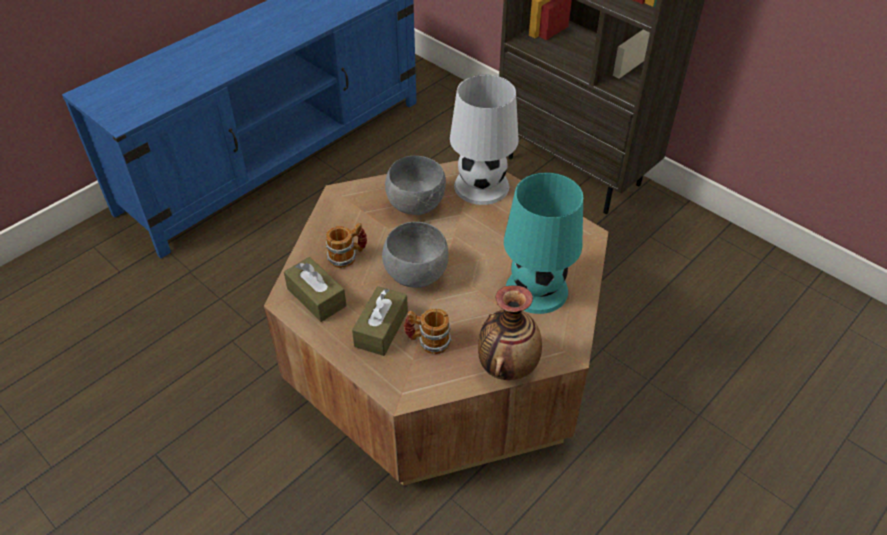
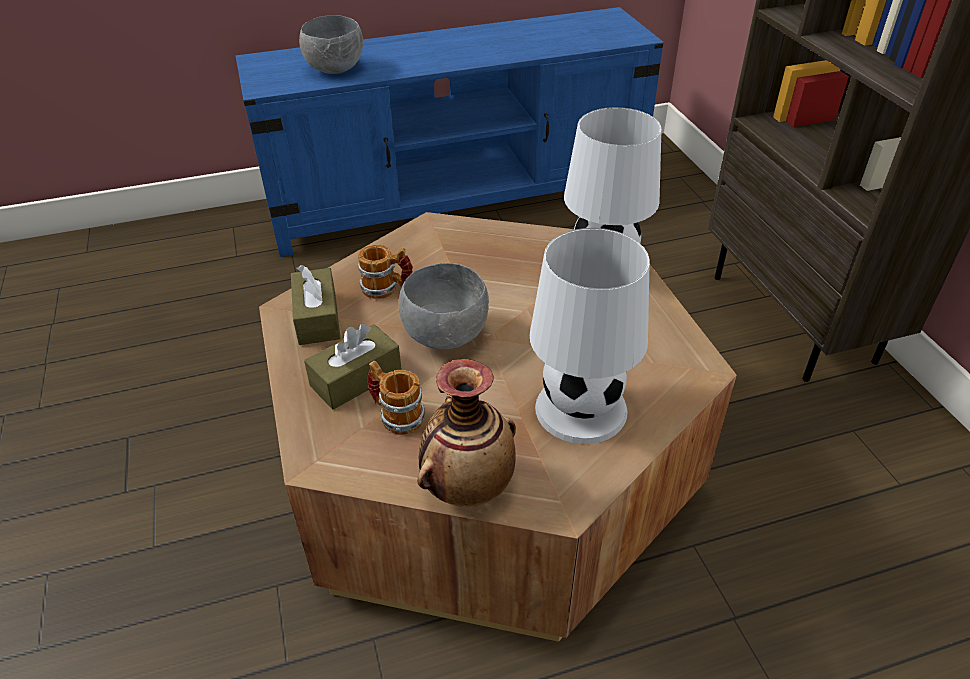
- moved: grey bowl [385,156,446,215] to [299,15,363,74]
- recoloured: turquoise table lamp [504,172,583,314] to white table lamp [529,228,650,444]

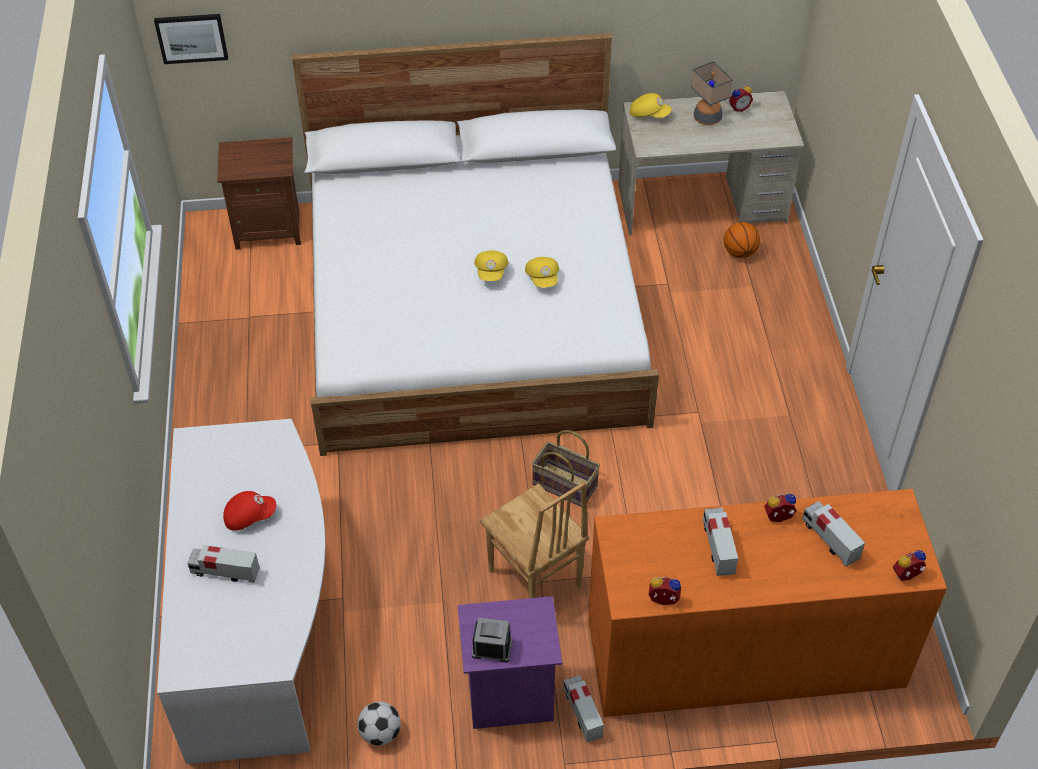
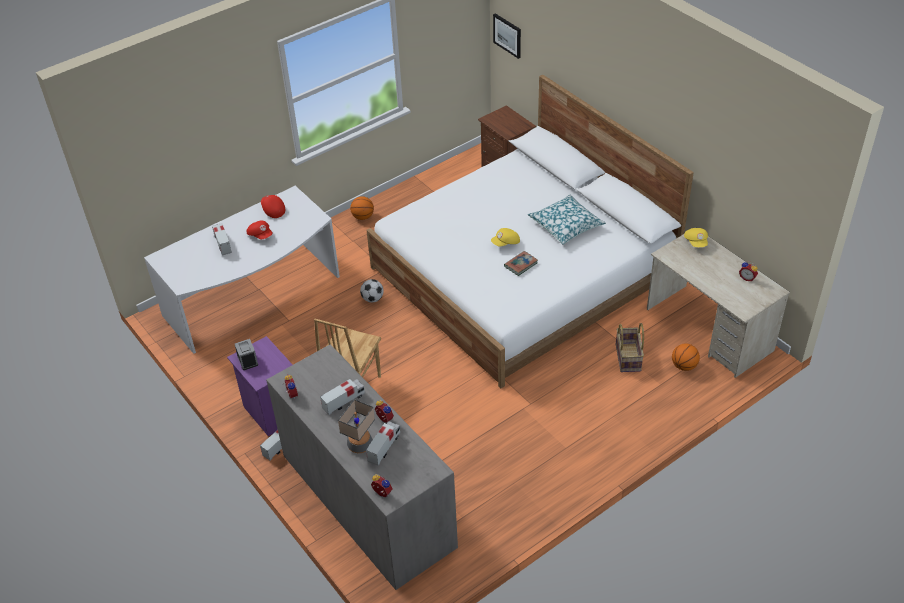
- moved: table lamp [691,61,733,125] to [338,399,375,453]
- replaced: yellow cap [525,257,559,288] to book [504,251,538,276]
- moved: basket [531,430,600,507] to [616,323,644,372]
- recoloured: orange dresser [588,489,947,717] to grey dresser [266,344,458,590]
- moved: football [358,701,401,746] to [360,279,384,303]
- added: red cap [261,195,285,218]
- added: pillow [528,195,606,245]
- added: basketball [350,196,374,220]

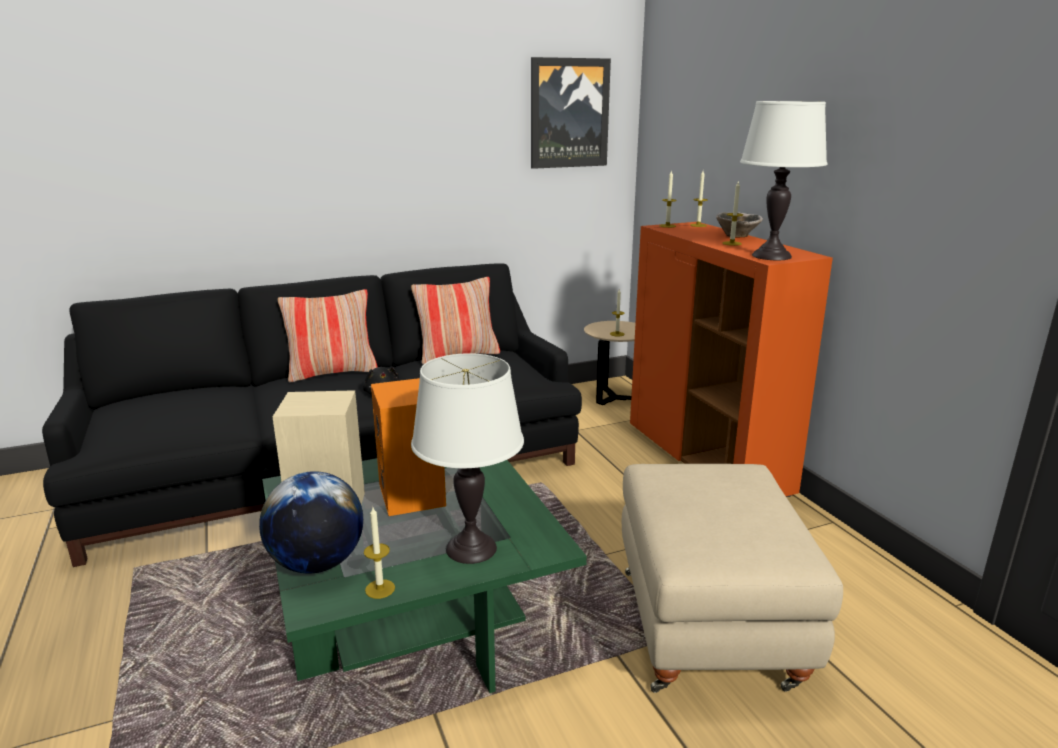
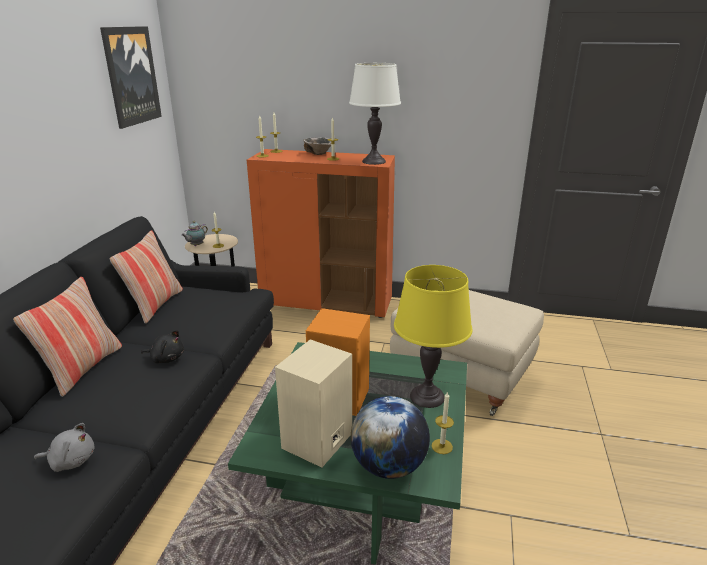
- recoloured: white table lamp [411,353,524,564] to yellow table lamp [394,265,472,408]
- added: teapot [181,221,208,246]
- added: grey plush toy [34,423,94,472]

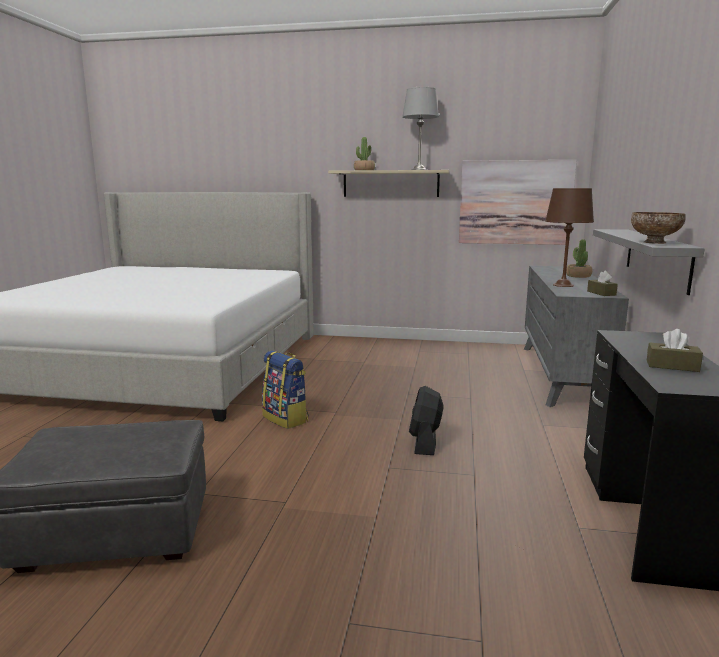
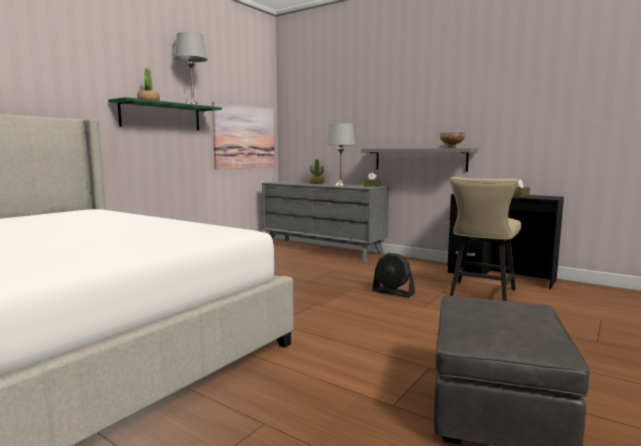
- recoloured: beige shelf [328,170,449,197] to green shelf [108,97,222,131]
- recoloured: brown table lamp [545,188,594,287] to grey table lamp [326,123,356,187]
- removed: backpack [262,350,309,429]
- added: beige chair [449,177,521,301]

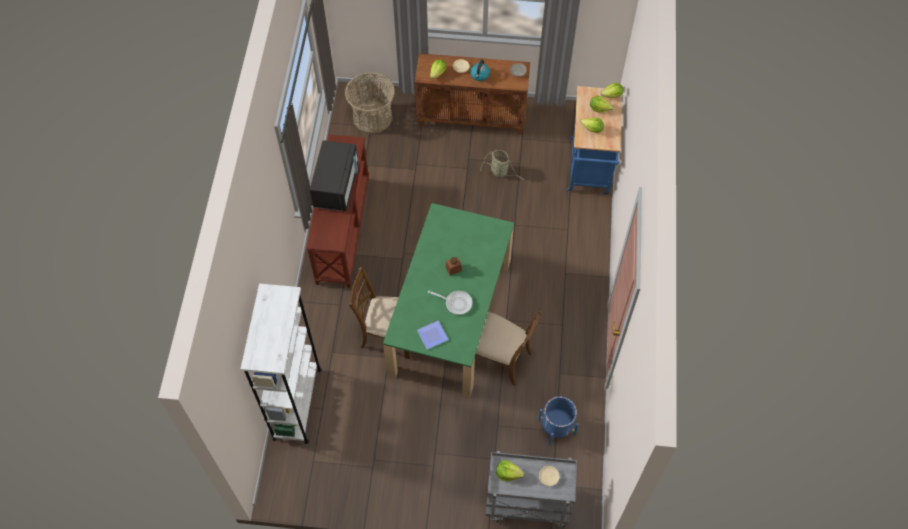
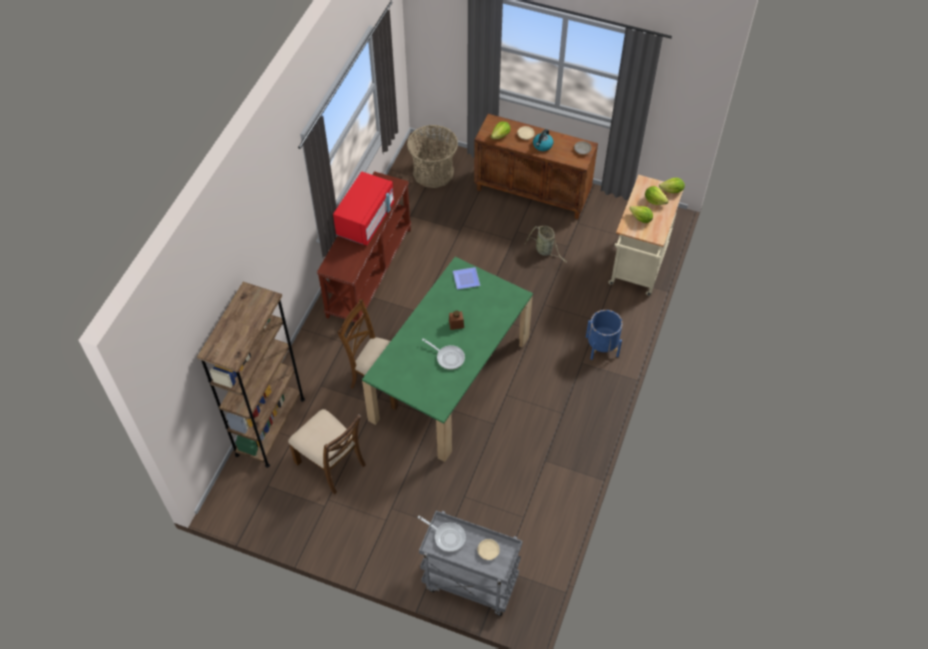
- recoloured: blue cart [567,86,622,195] to beige cart [608,175,683,296]
- recoloured: black microwave [310,140,358,211] to red microwave [333,171,394,245]
- recoloured: white bookcase [241,283,322,444] to brown bookcase [197,282,305,468]
- moved: brown chair [476,310,543,386] to [288,409,366,495]
- moved: plate [417,321,449,349] to [453,267,480,289]
- moved: blue planter [538,396,579,445] to [586,310,623,360]
- replaced: lettuce [496,460,524,481] to frying pan [417,516,466,552]

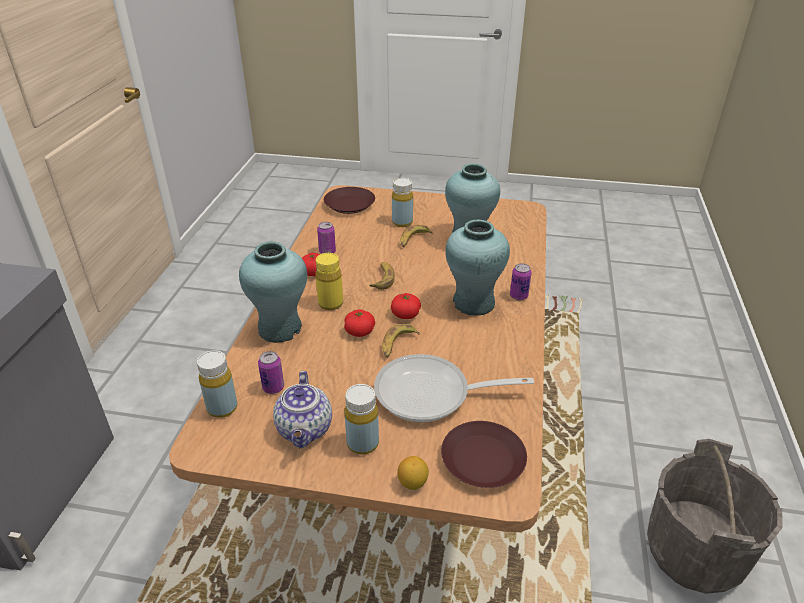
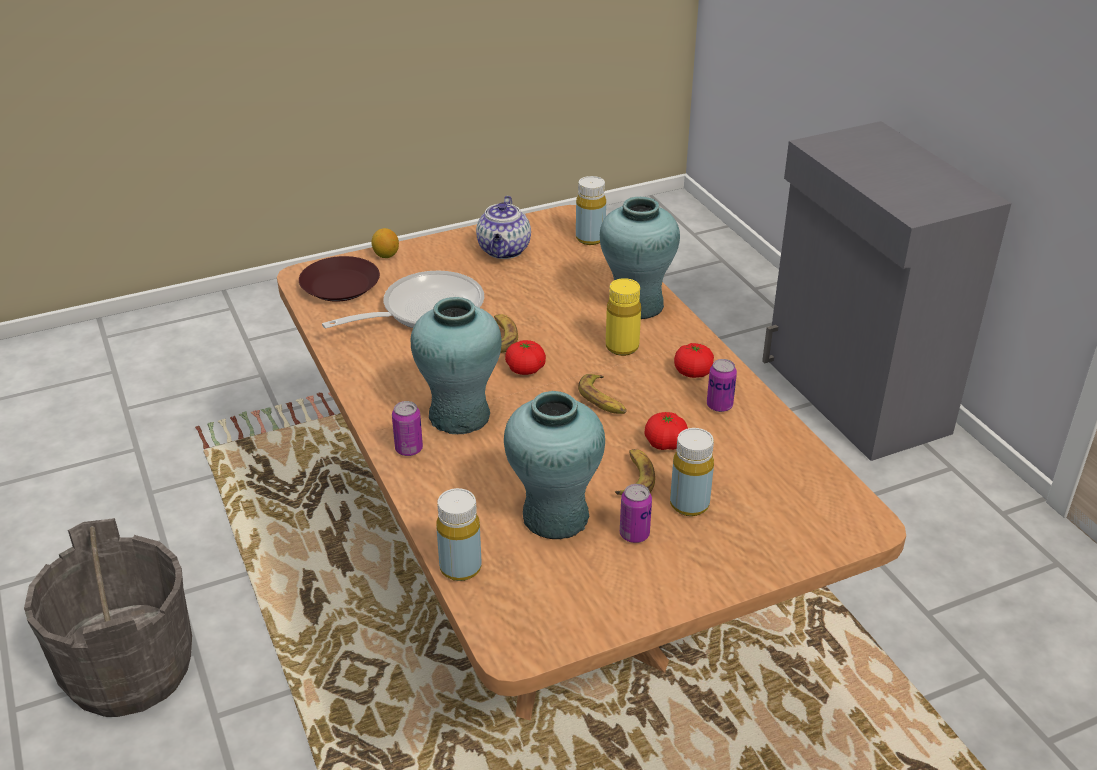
- removed: brown plate [324,187,375,214]
- moved: tomato [344,309,375,337] to [645,412,688,450]
- moved: can [258,351,284,394] to [620,484,652,543]
- turned: teapot [273,371,332,448] = [476,196,531,259] 135 degrees counterclockwise
- moved: yellow bottle [344,384,379,454] to [436,488,482,581]

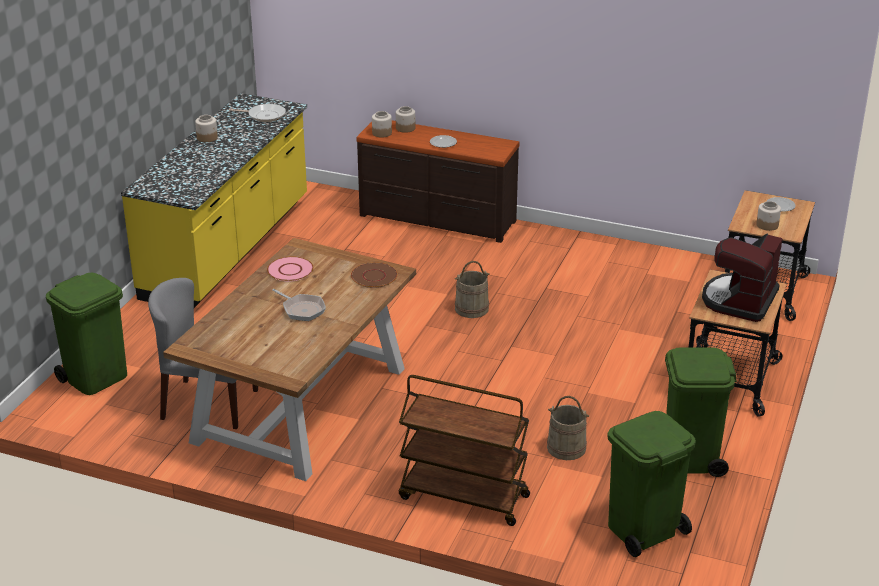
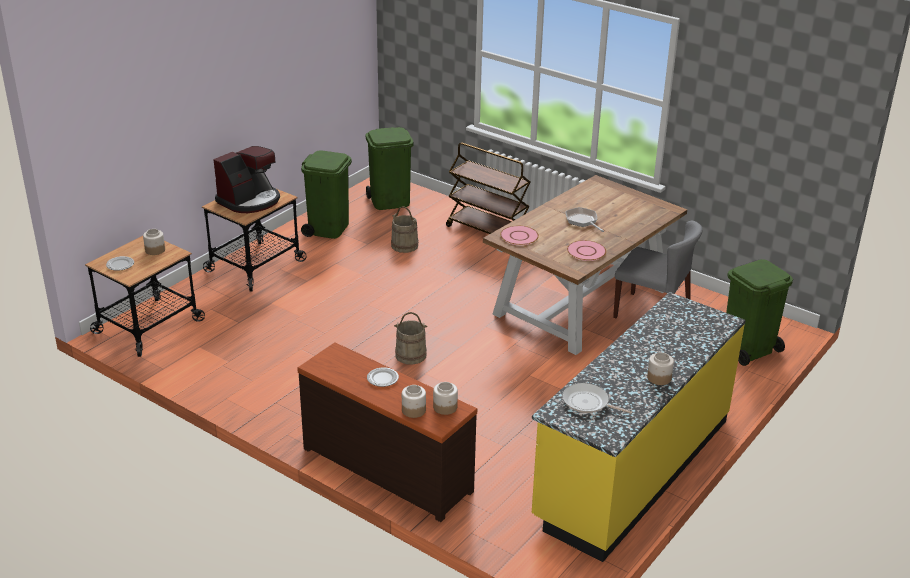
- recoloured: brown plate [351,262,398,288] to pink plate [500,226,539,245]

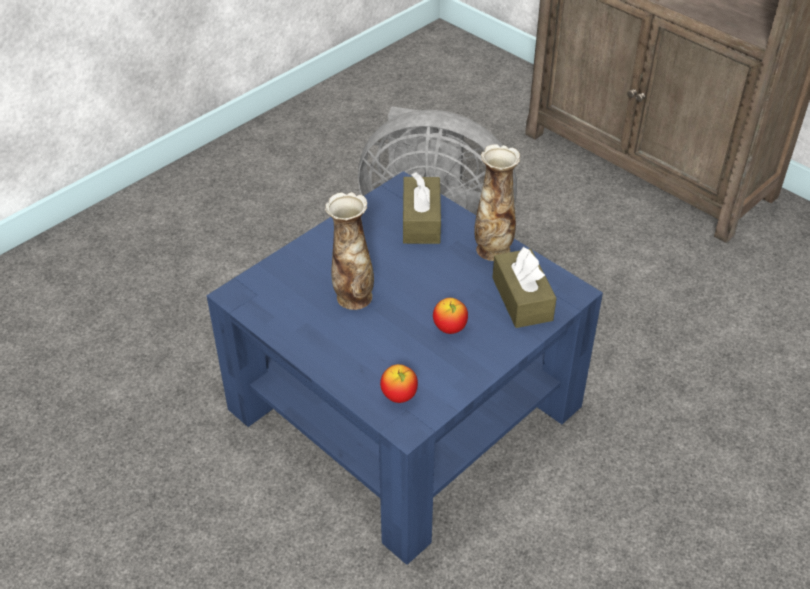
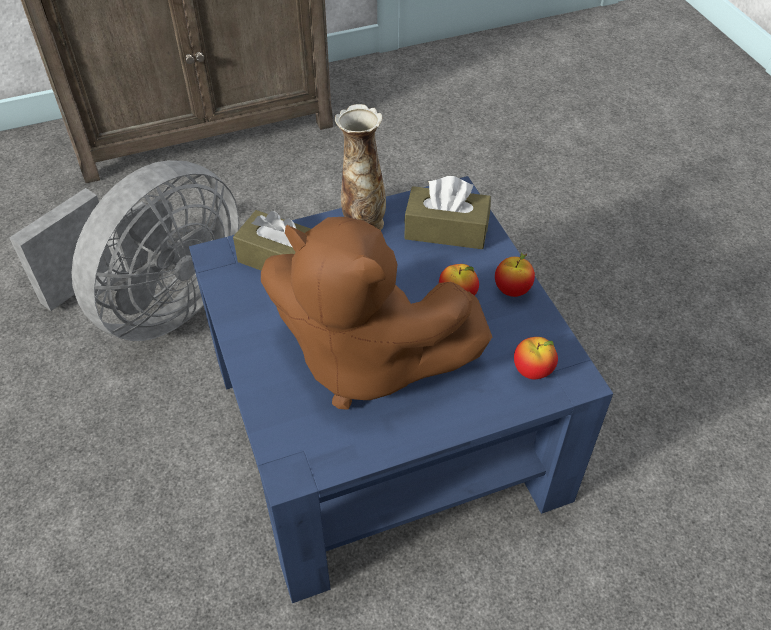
- replaced: vase [325,192,374,310] to brown plush toy [261,217,492,410]
- added: apple [495,253,535,297]

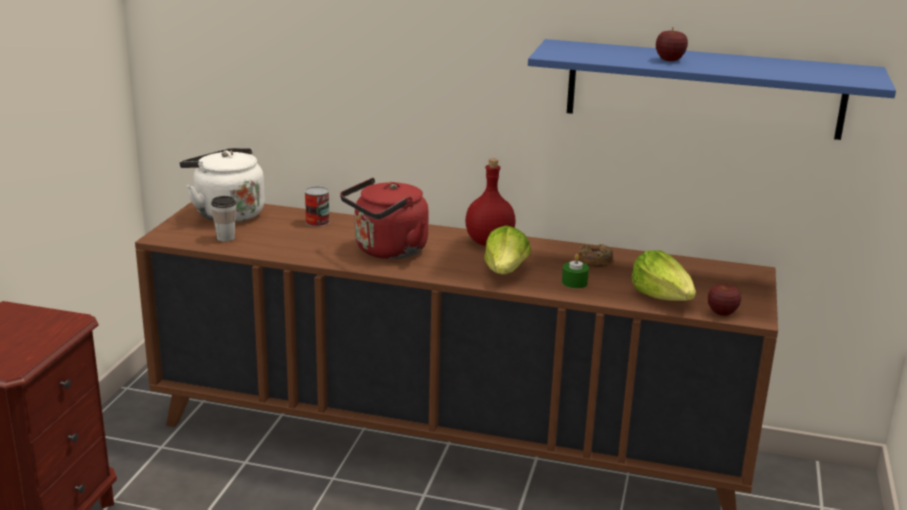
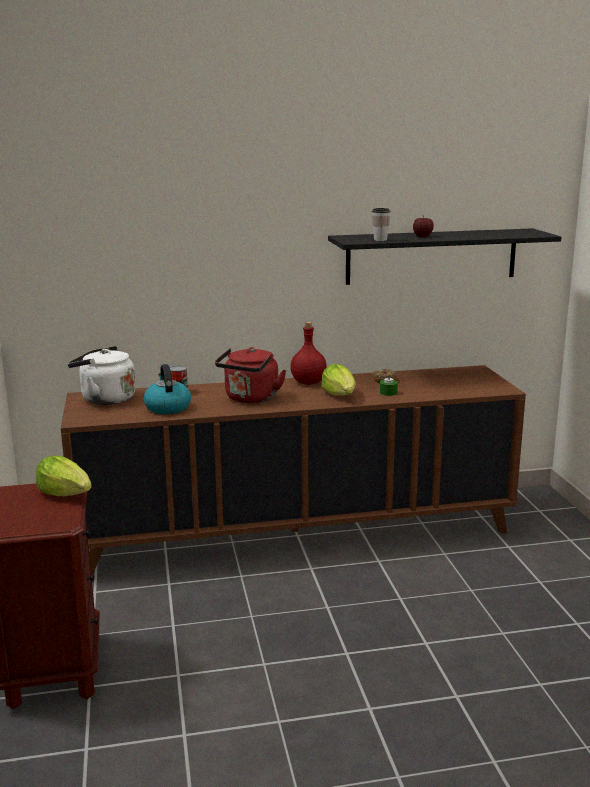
- recoloured: blue shelf [528,39,896,140] to black shelf [328,228,561,285]
- moved: cup [211,196,236,242] to [372,208,391,241]
- moved: lettuce [631,250,696,301] to [36,455,92,496]
- removed: apple [708,283,741,316]
- added: kettle [144,364,191,414]

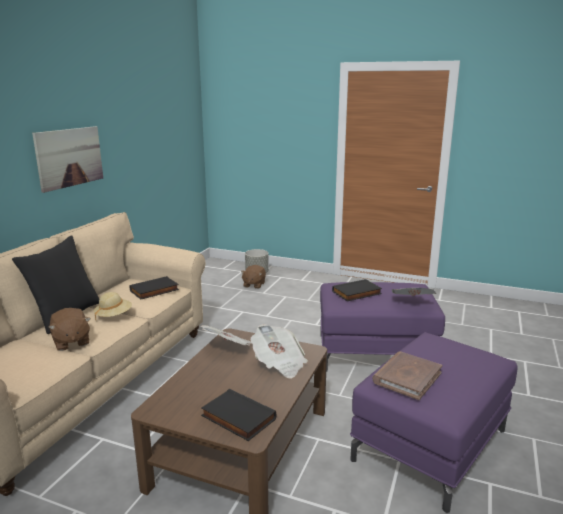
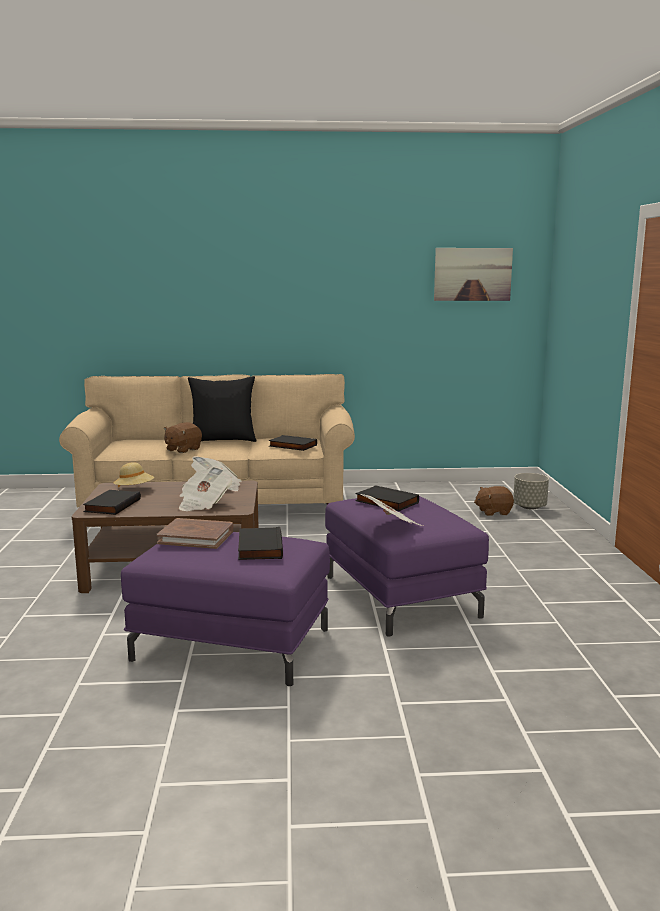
- moved: picture [32,126,103,193] to [434,248,513,301]
- moved: beige hat [94,292,132,320] to [114,462,154,488]
- added: black book [238,527,283,560]

